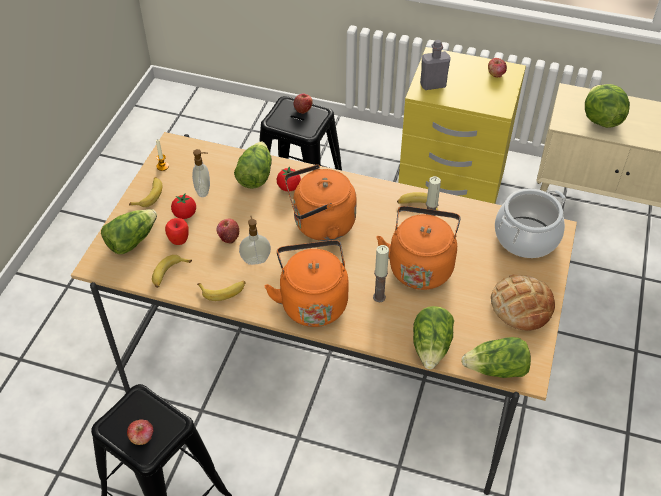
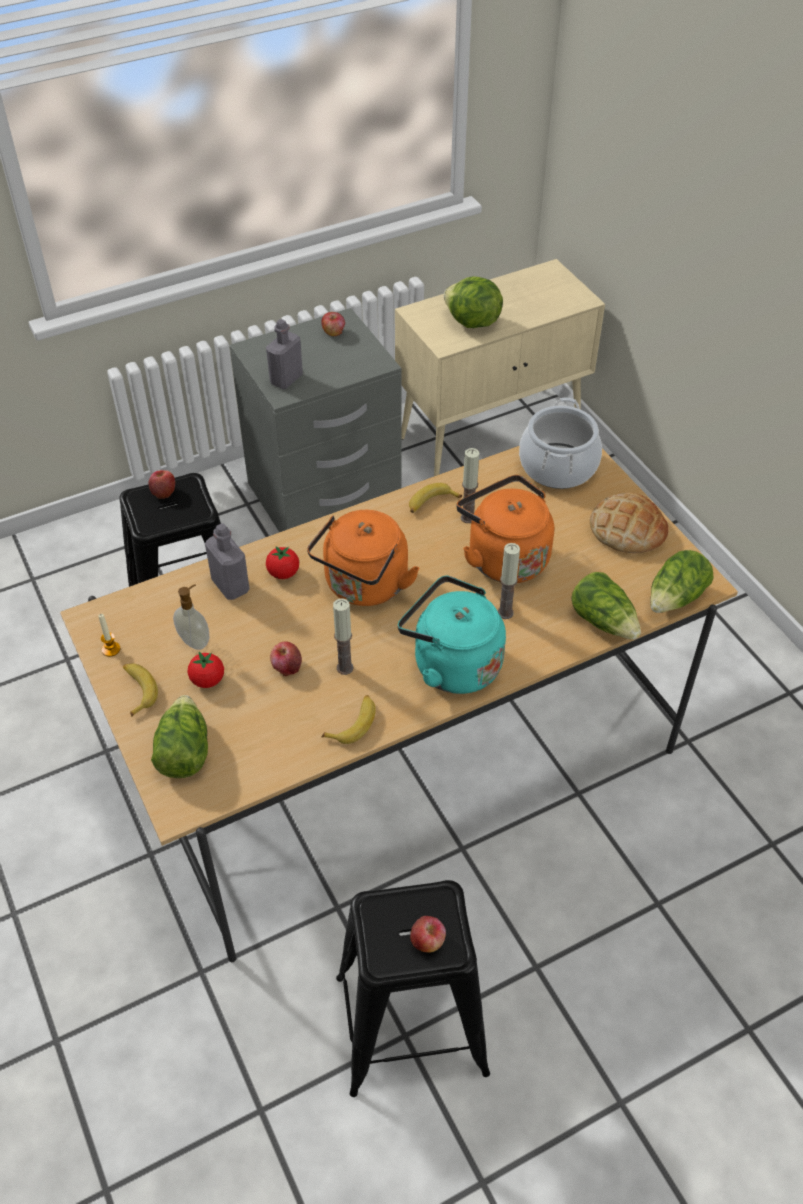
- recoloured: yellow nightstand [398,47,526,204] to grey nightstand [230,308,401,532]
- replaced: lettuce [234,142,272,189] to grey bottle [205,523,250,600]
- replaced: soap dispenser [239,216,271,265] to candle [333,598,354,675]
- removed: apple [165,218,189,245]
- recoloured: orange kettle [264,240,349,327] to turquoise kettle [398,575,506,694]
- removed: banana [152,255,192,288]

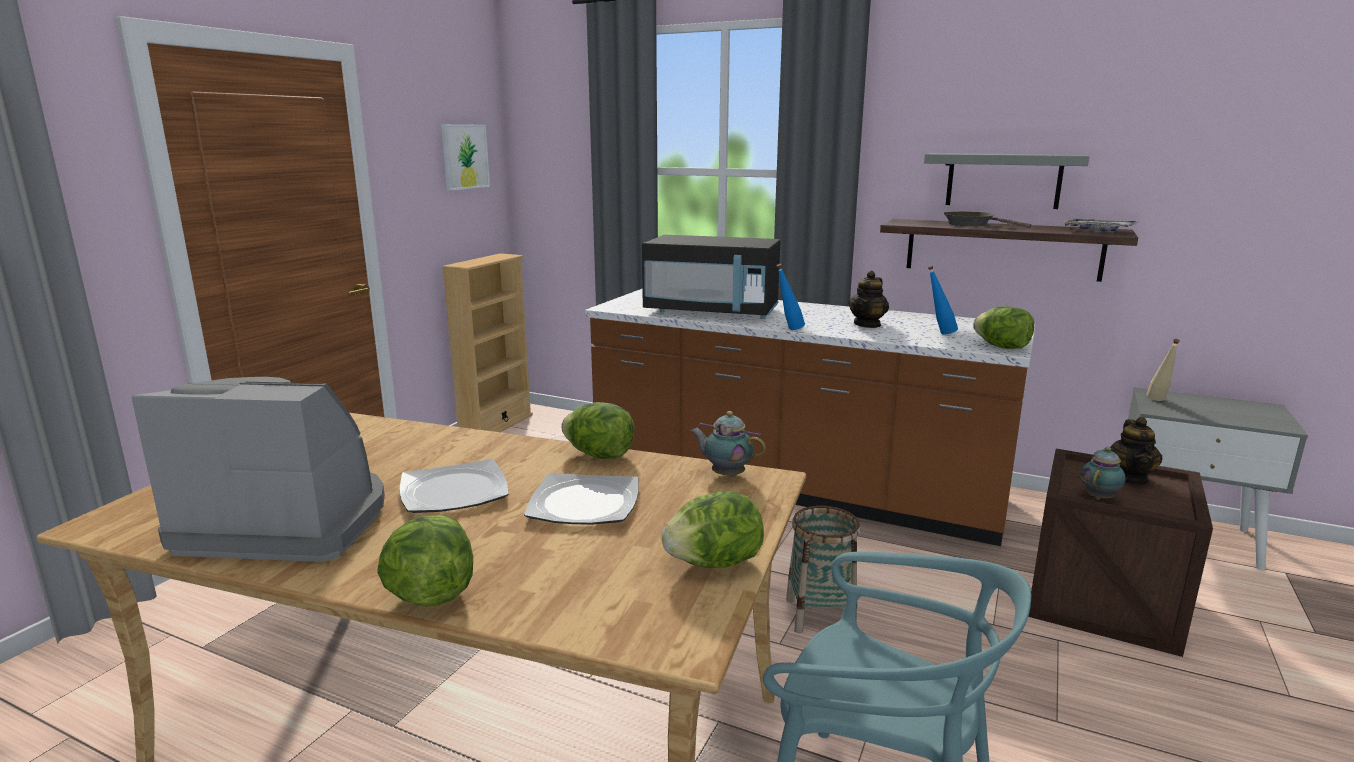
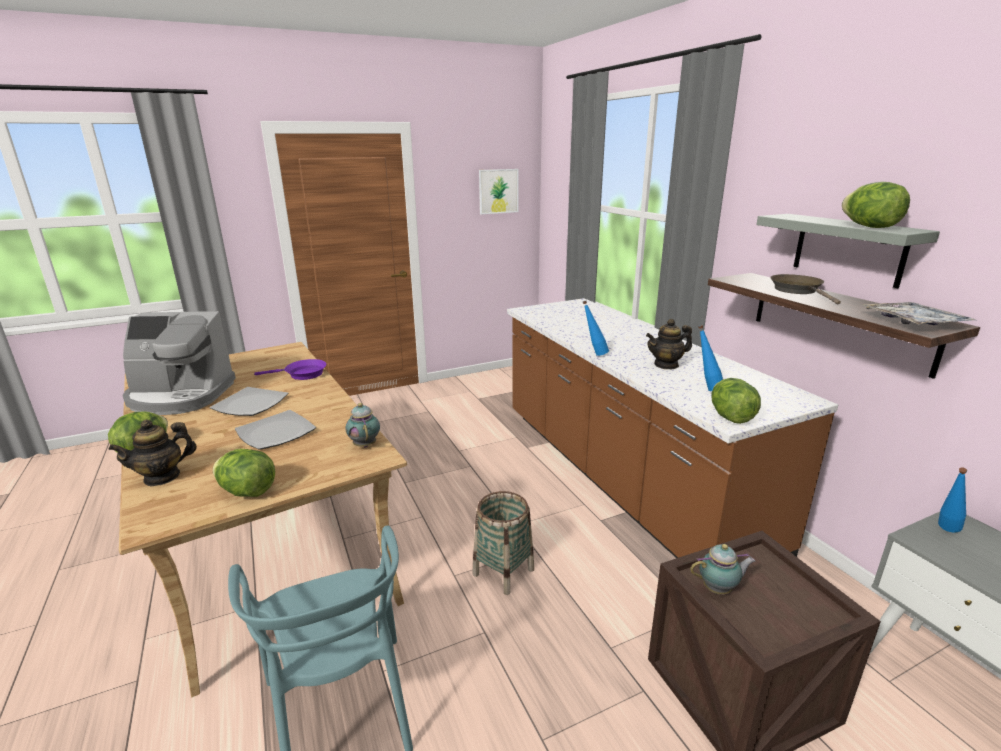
- removed: black microwave [642,235,780,319]
- removed: beige bookcase [442,253,533,432]
- recoloured: beige bottle [1147,339,1180,401] to blue bottle [938,467,967,533]
- turned: coffee machine [131,377,385,562] = [123,311,236,415] 135 degrees clockwise
- moved: lettuce [561,402,635,459] to [842,182,910,228]
- moved: teapot [1110,417,1162,485] to [108,420,197,487]
- added: purple frying pan [254,359,326,380]

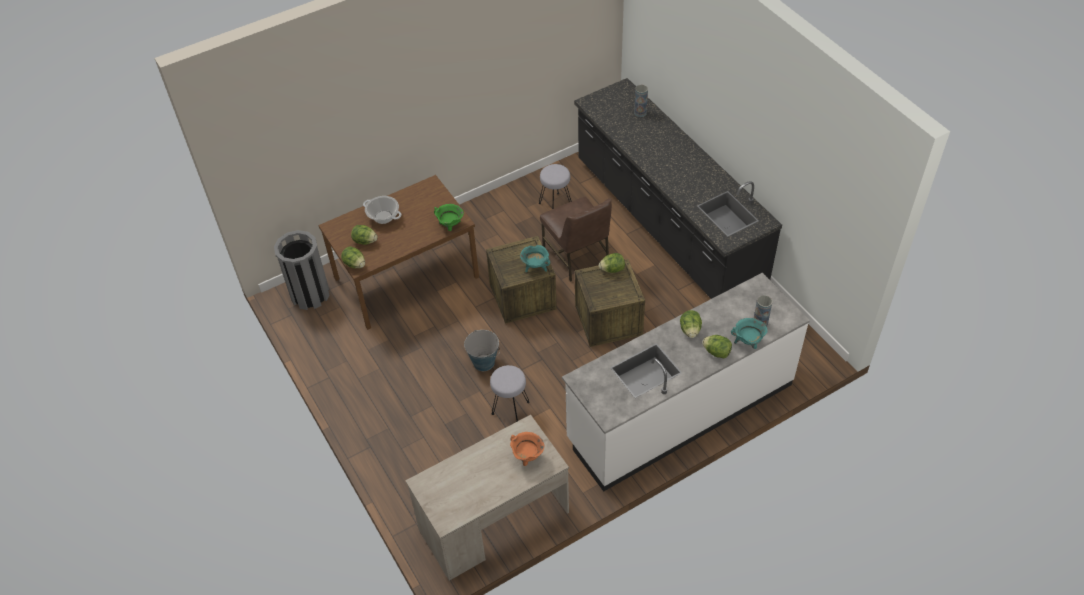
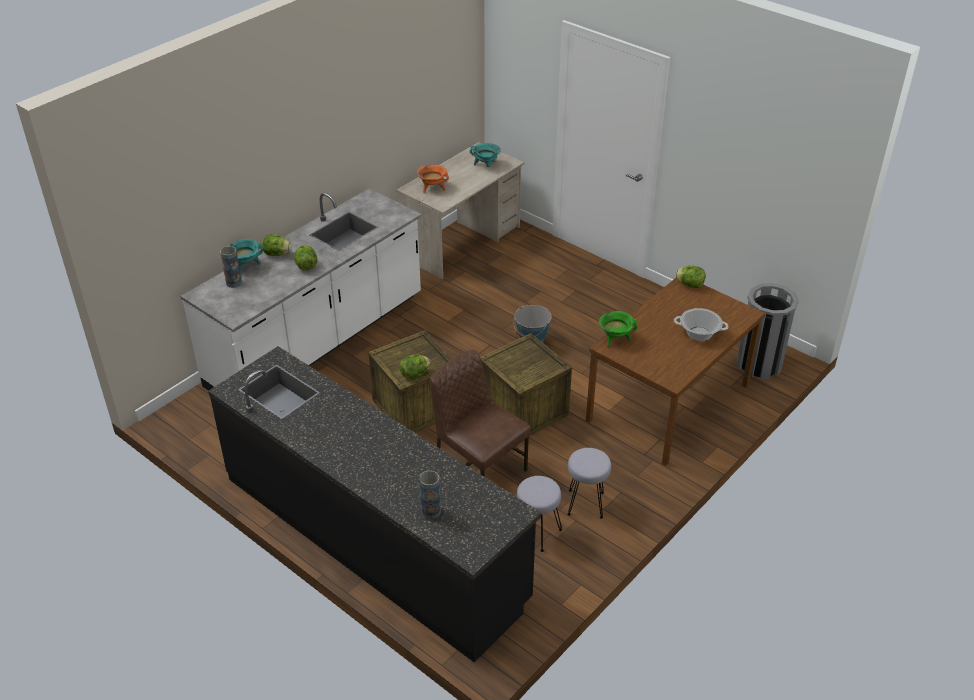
- removed: lettuce [351,225,377,245]
- moved: turquoise cooking pot [520,245,550,272] to [470,143,501,167]
- moved: grey stool [490,365,530,422] to [567,448,611,518]

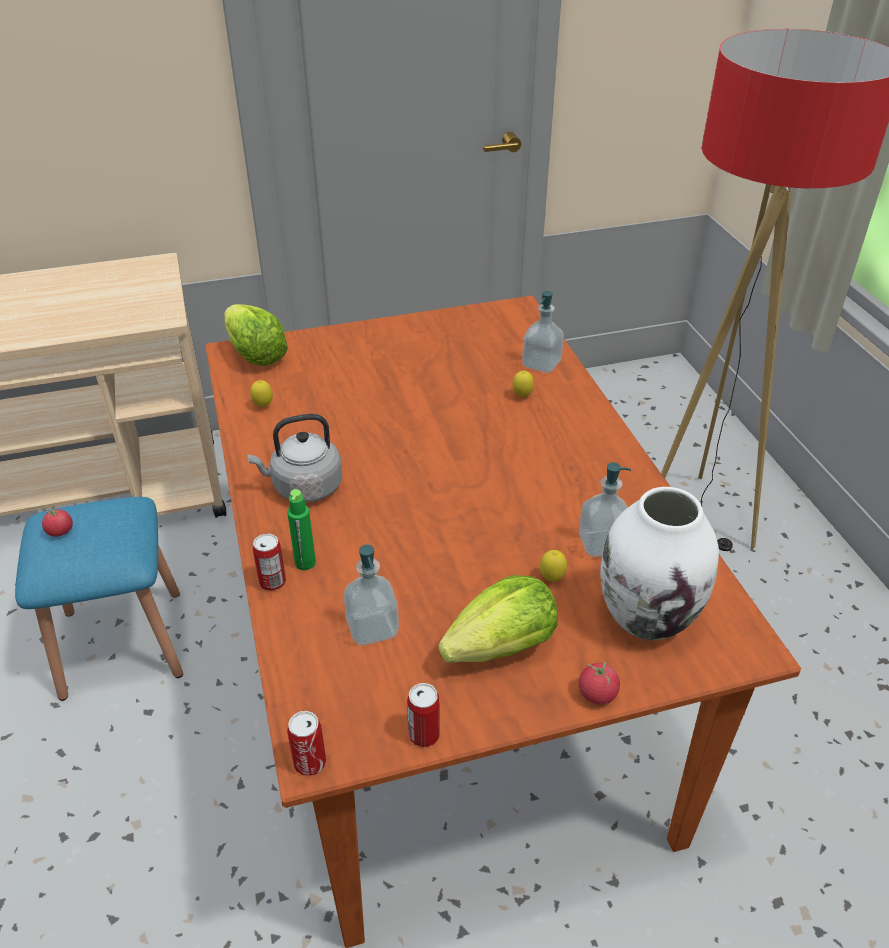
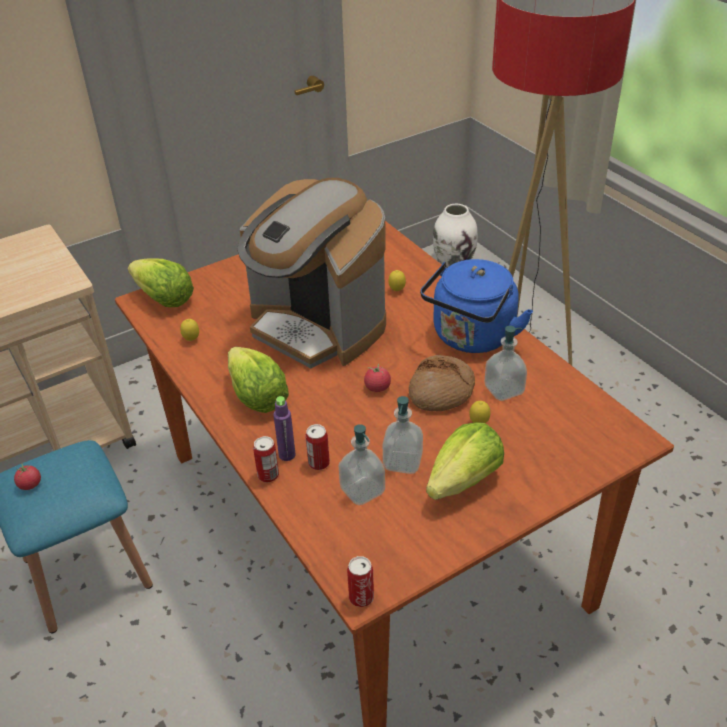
- moved: soap dispenser [522,291,564,373] to [383,396,423,474]
- replaced: grey kettle [247,414,342,502] to lettuce [228,347,289,413]
- moved: white vase [600,487,719,640] to [433,204,478,268]
- recoloured: green bottle [287,489,316,570] to purple bottle [273,396,296,461]
- moved: tomato [578,662,620,704] to [364,364,391,392]
- moved: can [407,683,440,747] to [305,424,330,470]
- added: coffee machine [237,178,386,368]
- added: blue kettle [420,259,533,353]
- added: bread [409,355,475,411]

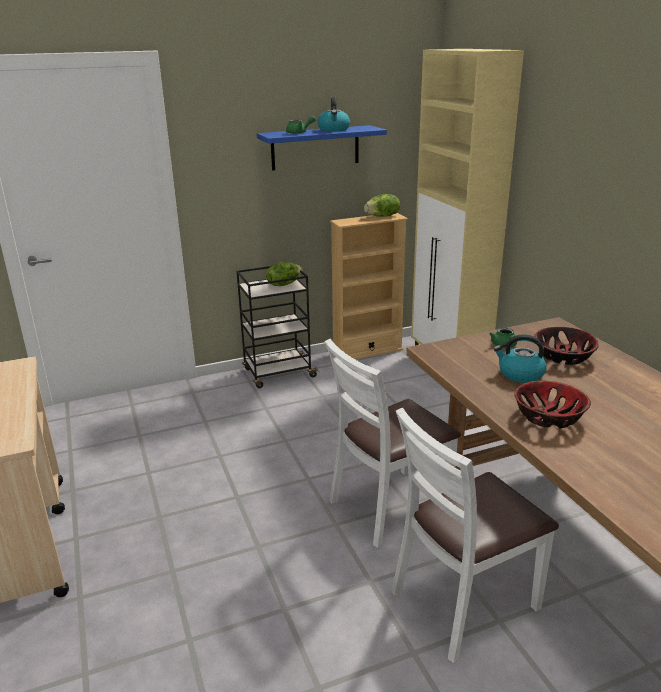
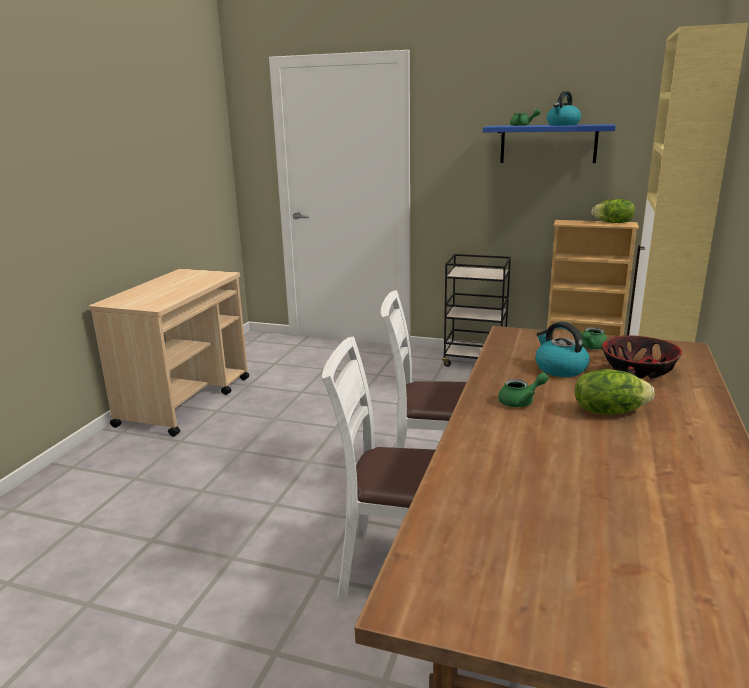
- moved: lettuce [266,262,303,286] to [575,369,655,415]
- replaced: bowl [514,381,591,429] to green teapot [498,373,548,407]

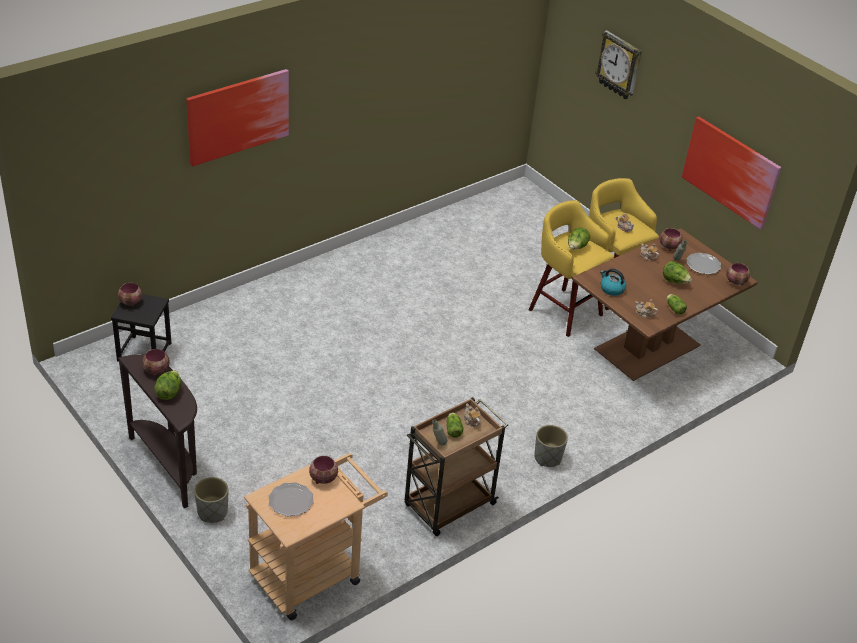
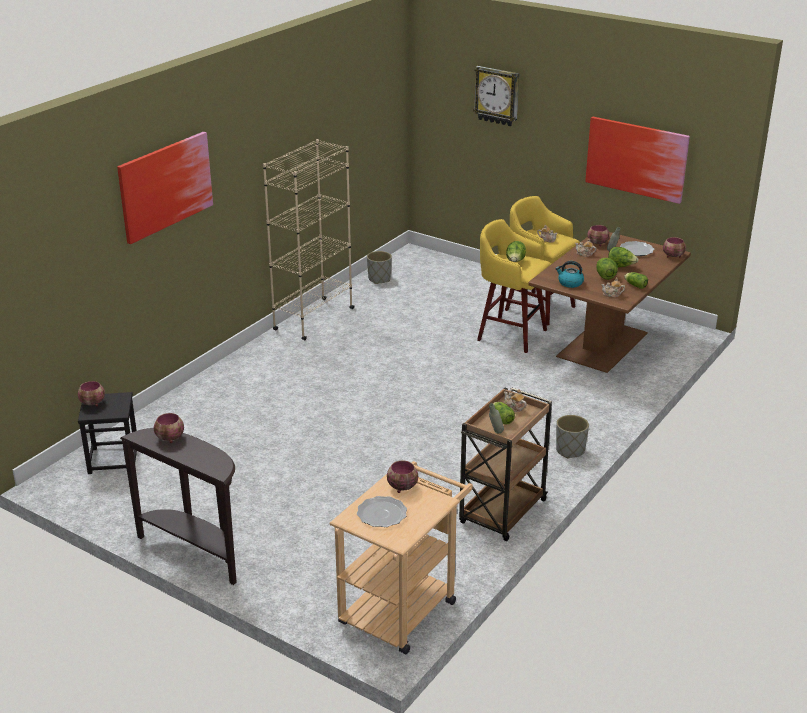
- moved: lettuce [154,370,181,400] to [596,258,618,280]
- moved: grey planter [194,477,228,523] to [367,251,392,284]
- added: beige bookcase [263,139,354,340]

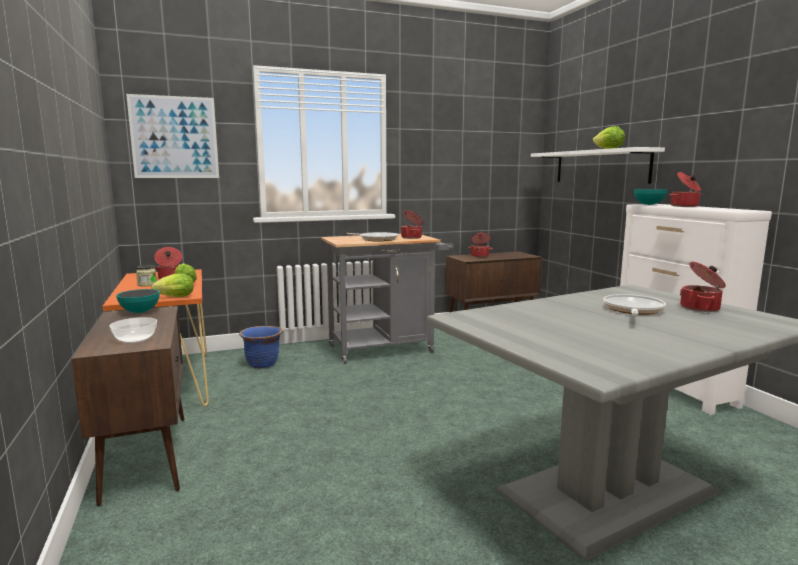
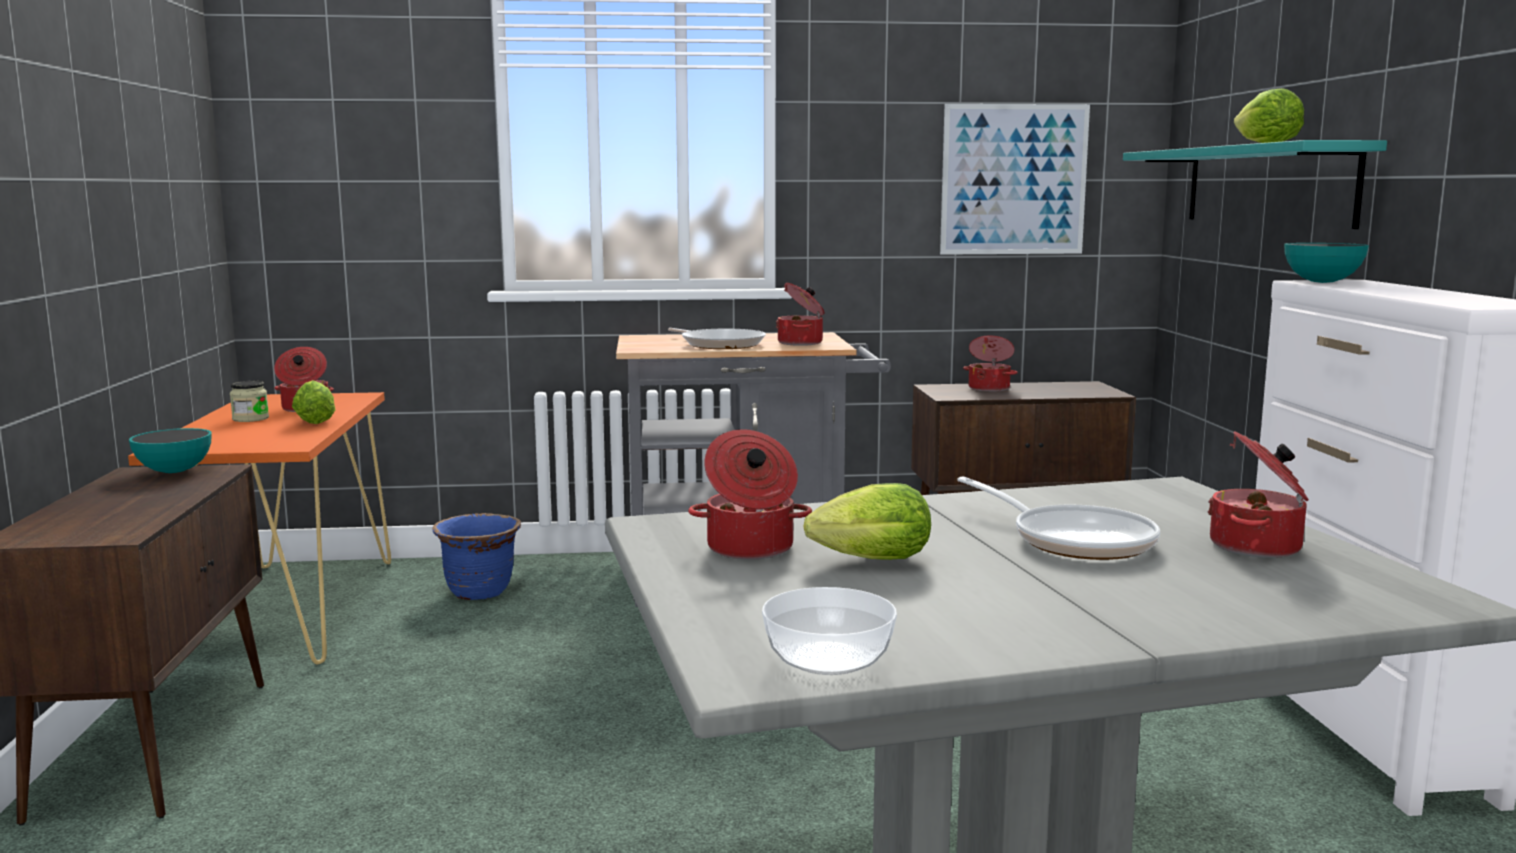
- moved: picture [126,94,219,178] to [940,104,1090,255]
- recoloured: white shelf [531,147,665,184] to turquoise shelf [1123,140,1387,229]
- moved: cooking pot [669,172,703,207] to [688,429,812,559]
- moved: lettuce [151,273,194,297] to [803,483,931,560]
- turned: frying pan [603,294,666,315] = [957,476,1160,560] 105 degrees clockwise
- moved: bowl [110,317,157,343] to [762,587,897,675]

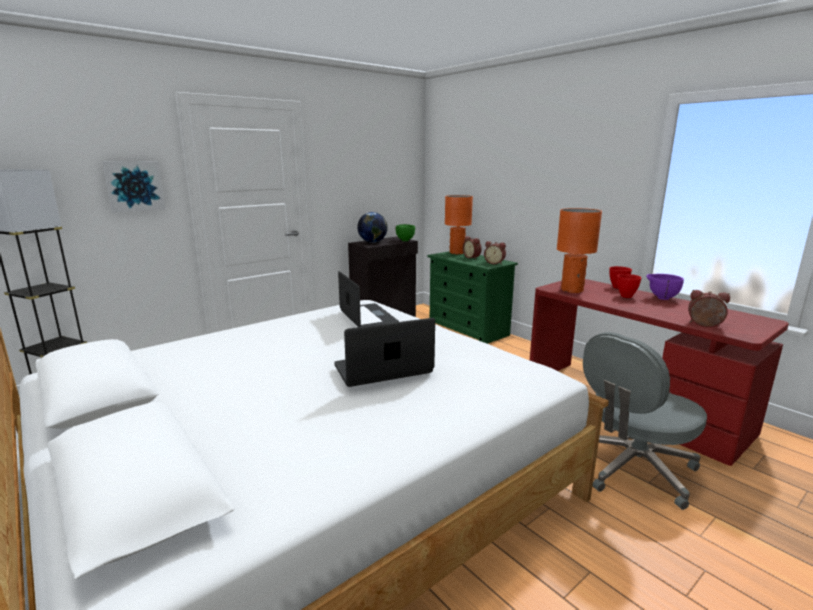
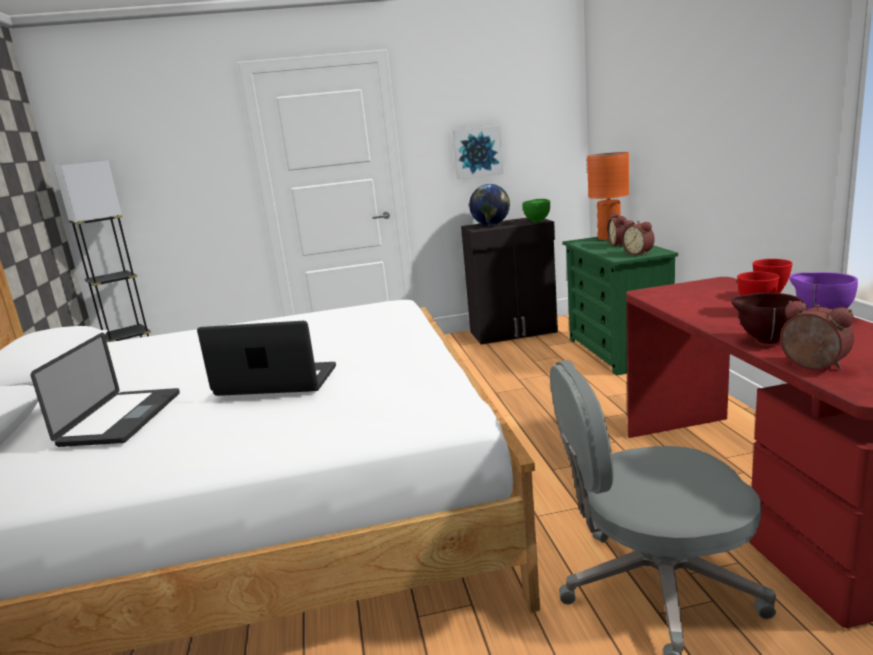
- moved: picture [103,161,165,213] to [453,125,503,179]
- removed: orange table lamp [557,208,602,293]
- moved: laptop [338,271,399,327] to [31,333,180,447]
- added: brown bowl [731,293,803,344]

